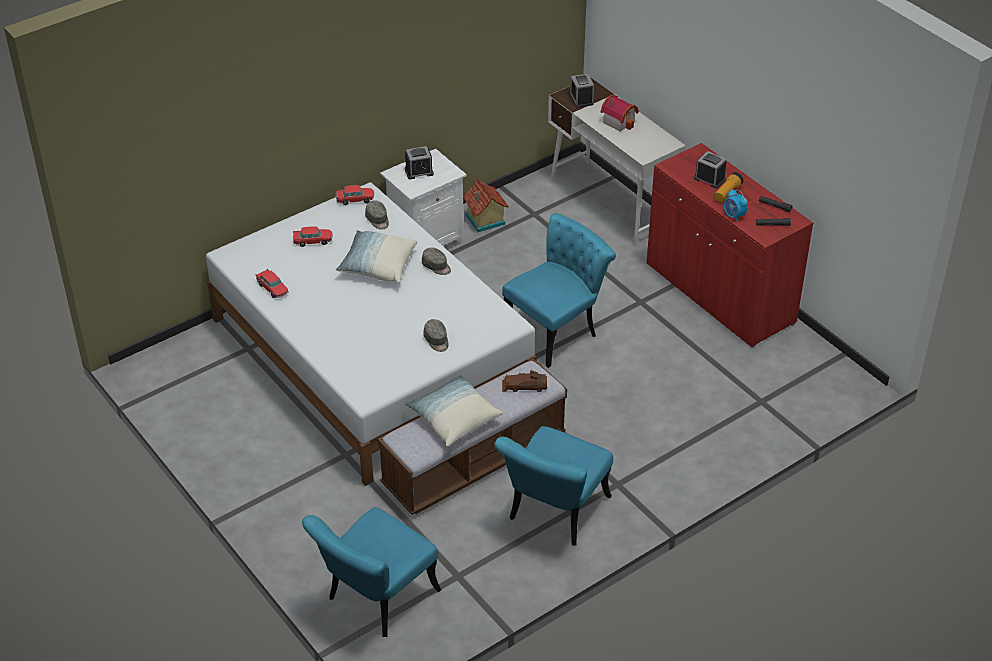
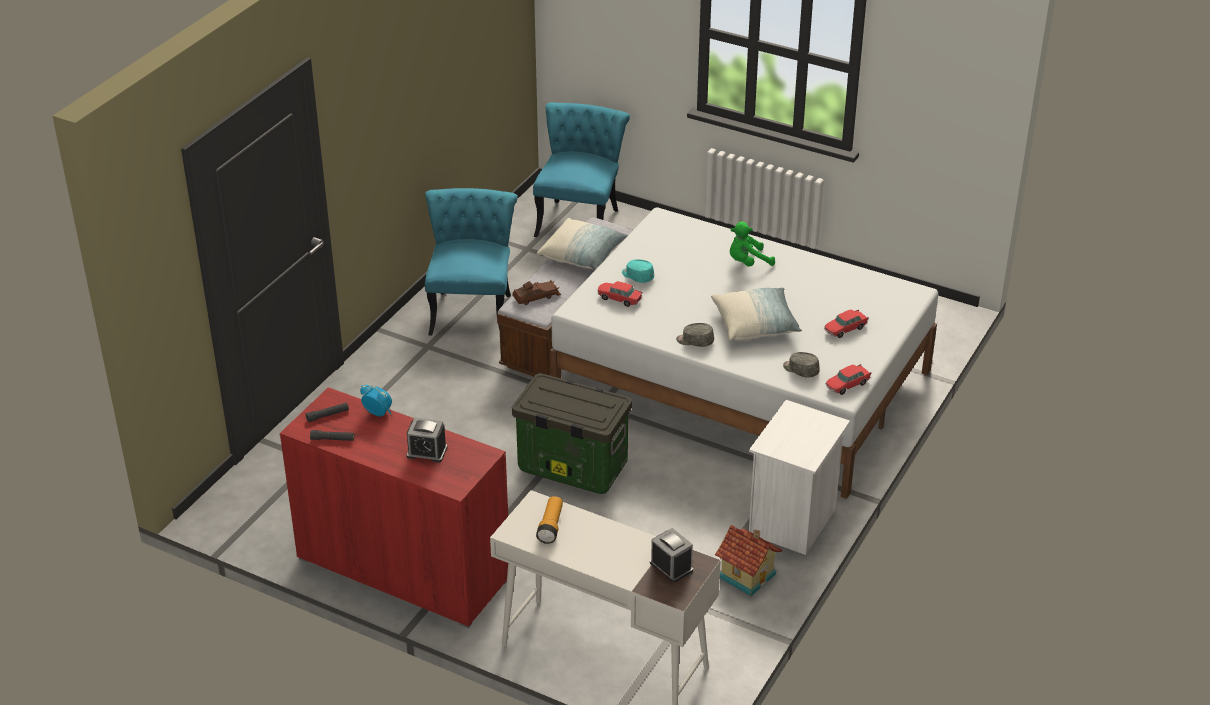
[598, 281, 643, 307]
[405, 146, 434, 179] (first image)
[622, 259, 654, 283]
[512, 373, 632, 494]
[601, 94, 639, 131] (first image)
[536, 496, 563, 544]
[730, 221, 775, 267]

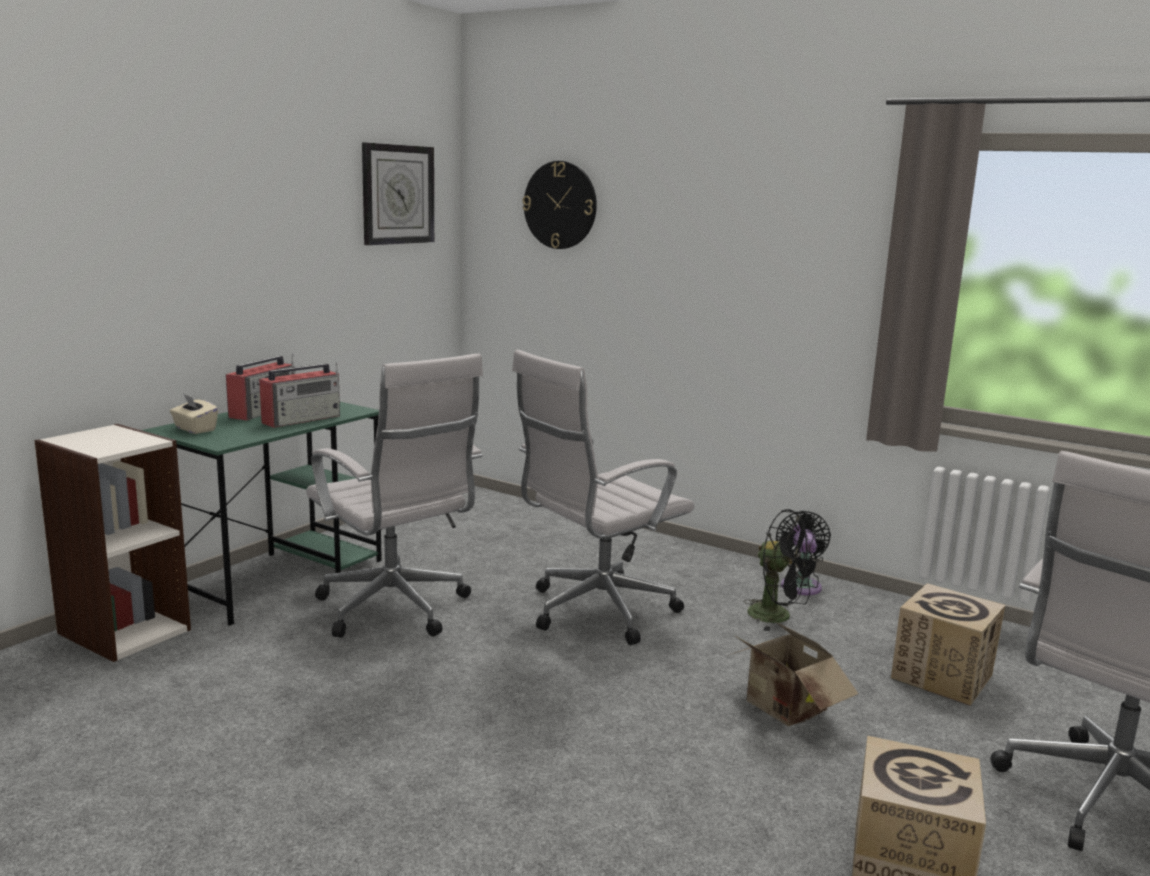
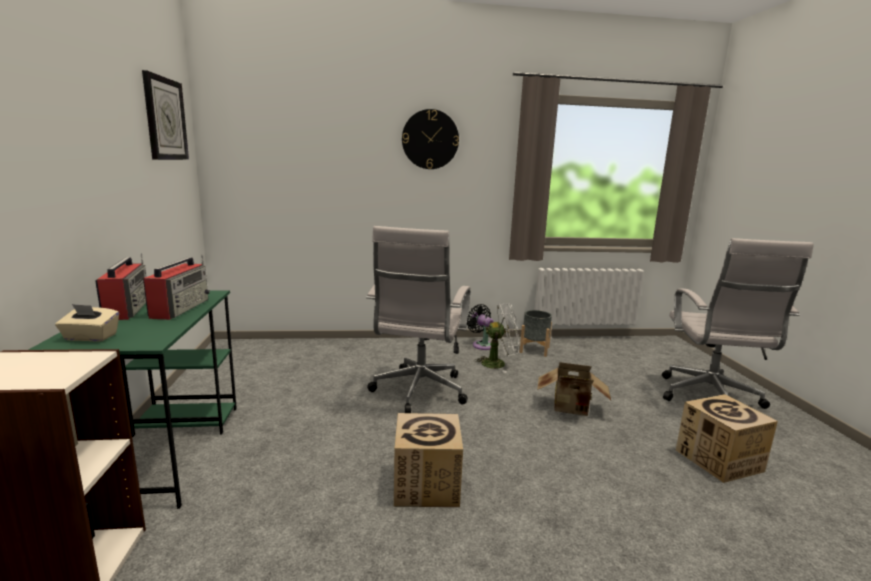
[306, 354, 483, 638] (first image)
[402, 109, 459, 169]
[474, 303, 519, 373]
[394, 413, 463, 507]
[520, 310, 552, 357]

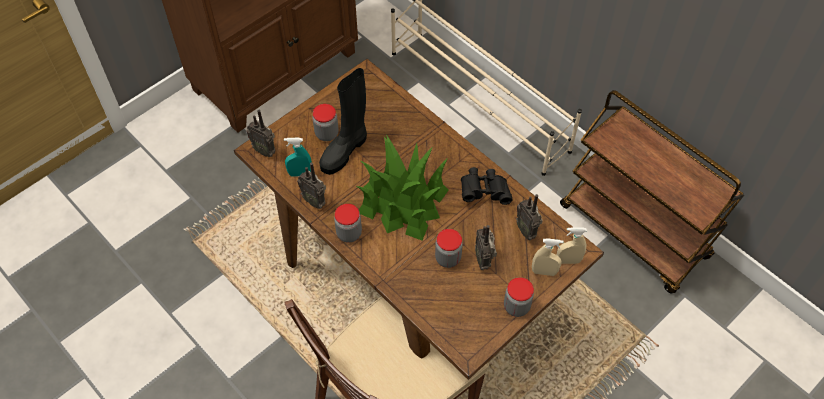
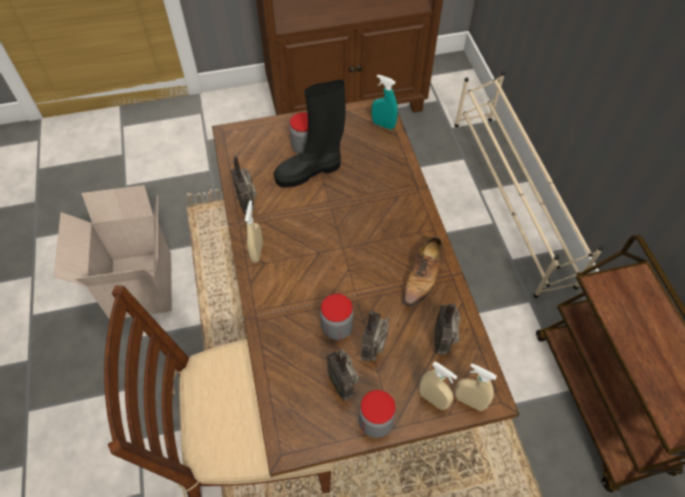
[326, 349, 359, 401]
[372, 75, 398, 130]
[245, 201, 263, 263]
[356, 135, 449, 241] (first image)
[402, 237, 444, 307]
[54, 185, 172, 320]

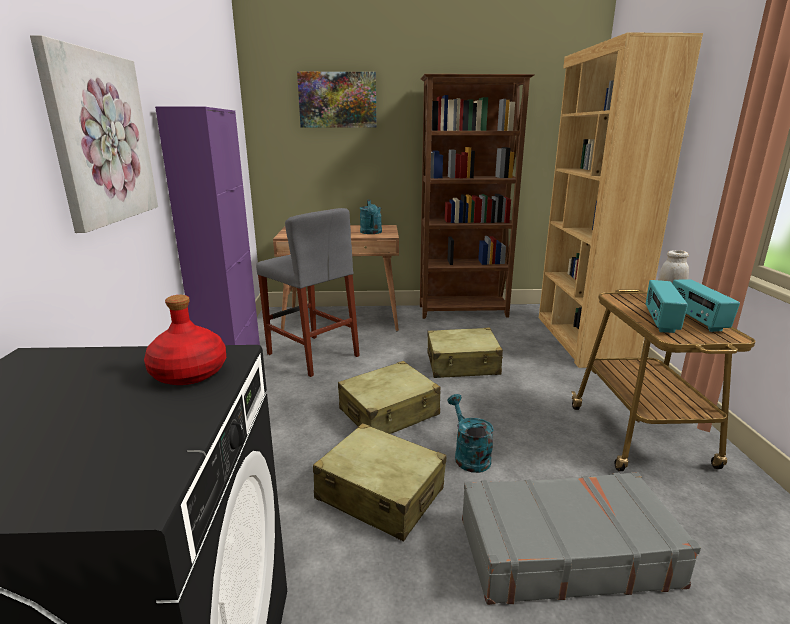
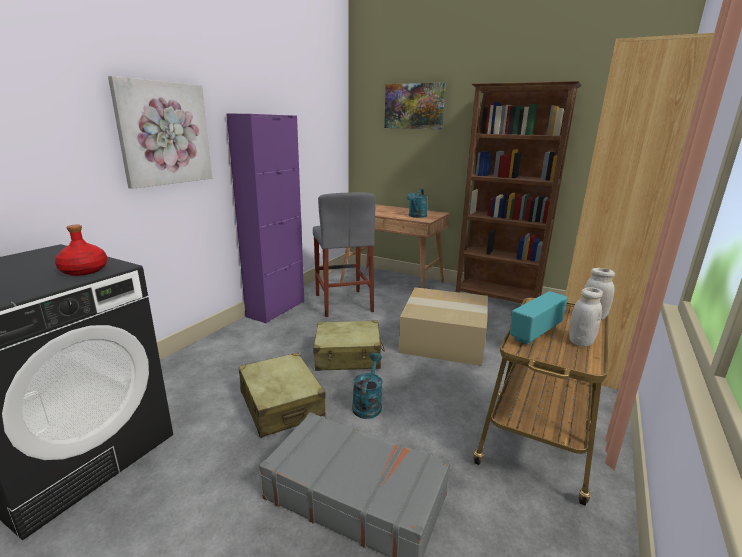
[398, 287, 488, 366]
[569, 287, 603, 347]

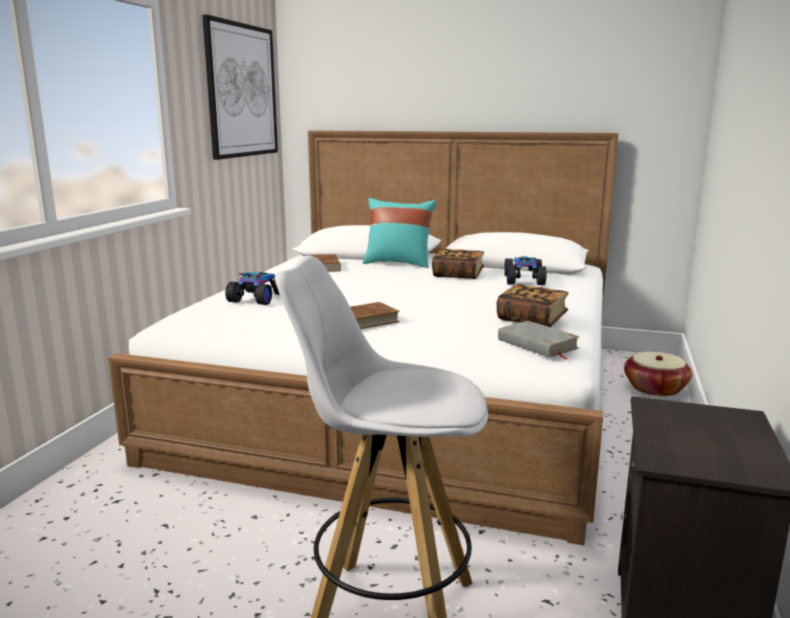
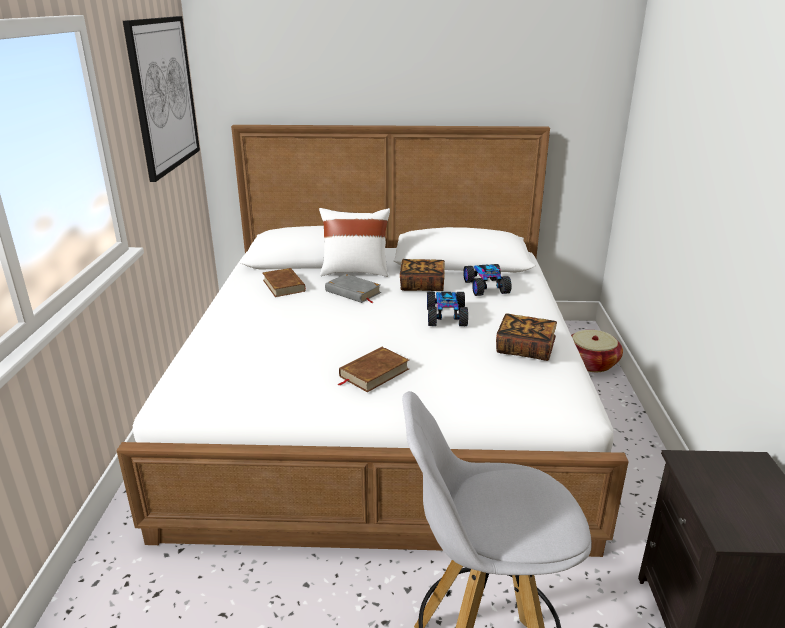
[427, 292, 468, 326]
[319, 208, 390, 277]
[325, 274, 381, 303]

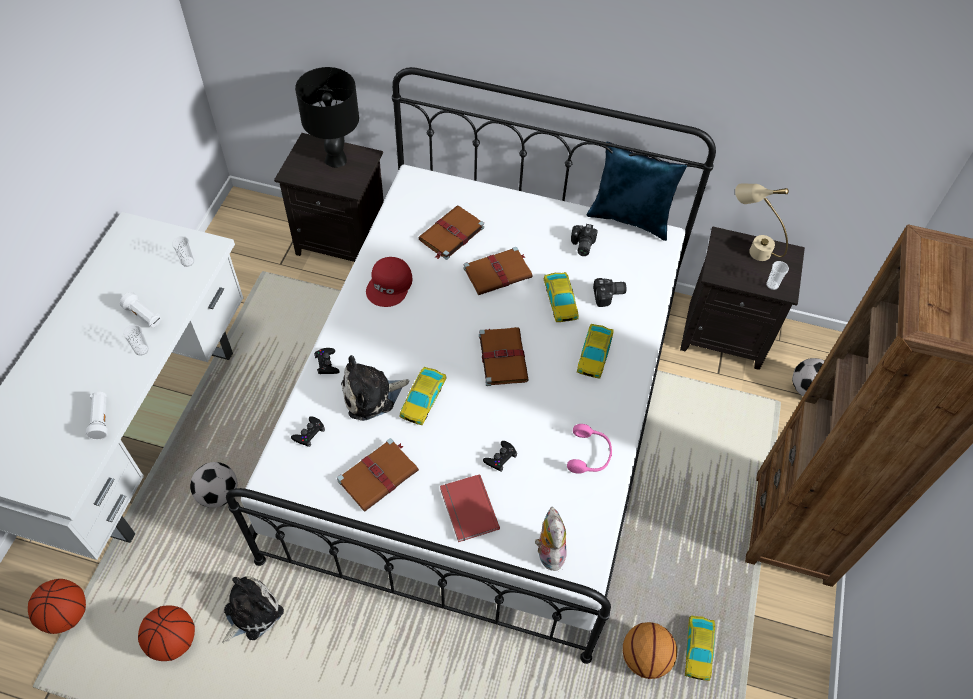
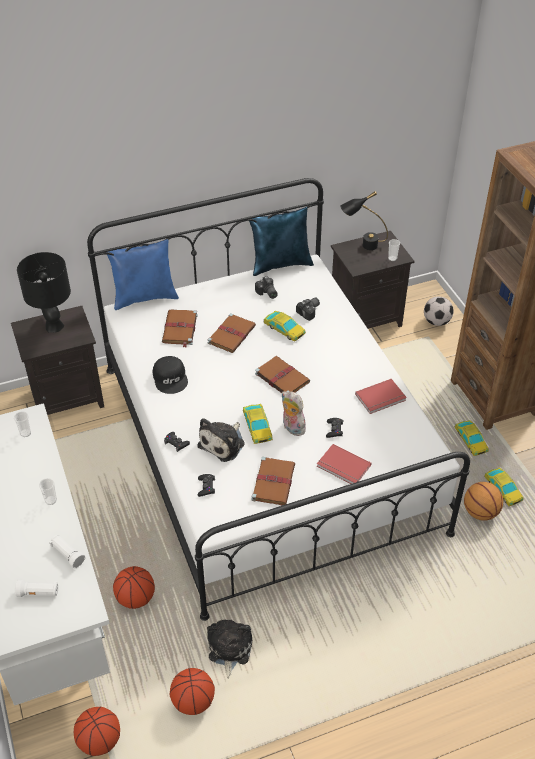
[15, 579, 58, 597]
[113, 566, 155, 609]
[153, 356, 188, 394]
[282, 391, 306, 436]
[355, 379, 407, 414]
[455, 420, 489, 456]
[341, 191, 388, 250]
[105, 239, 179, 310]

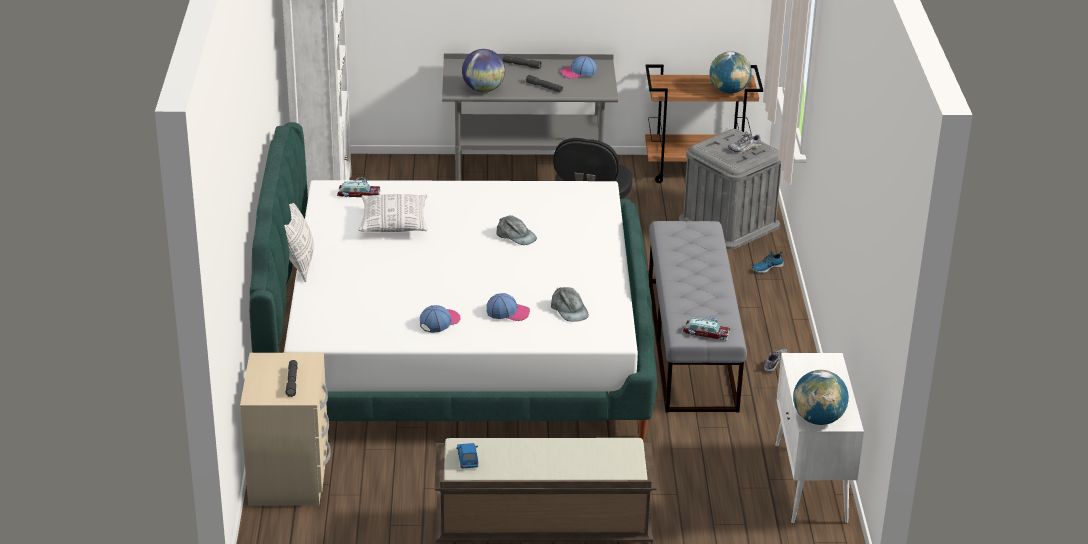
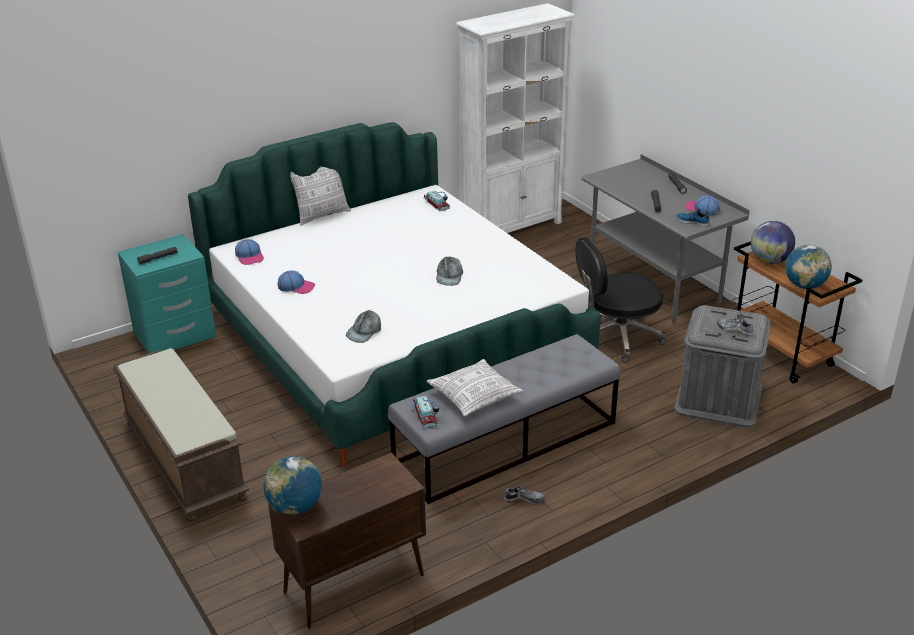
[118, 234, 216, 353]
[427, 359, 523, 417]
[456, 443, 478, 468] (first image)
[751, 221, 795, 264]
[235, 239, 264, 265]
[677, 207, 710, 227]
[268, 453, 426, 629]

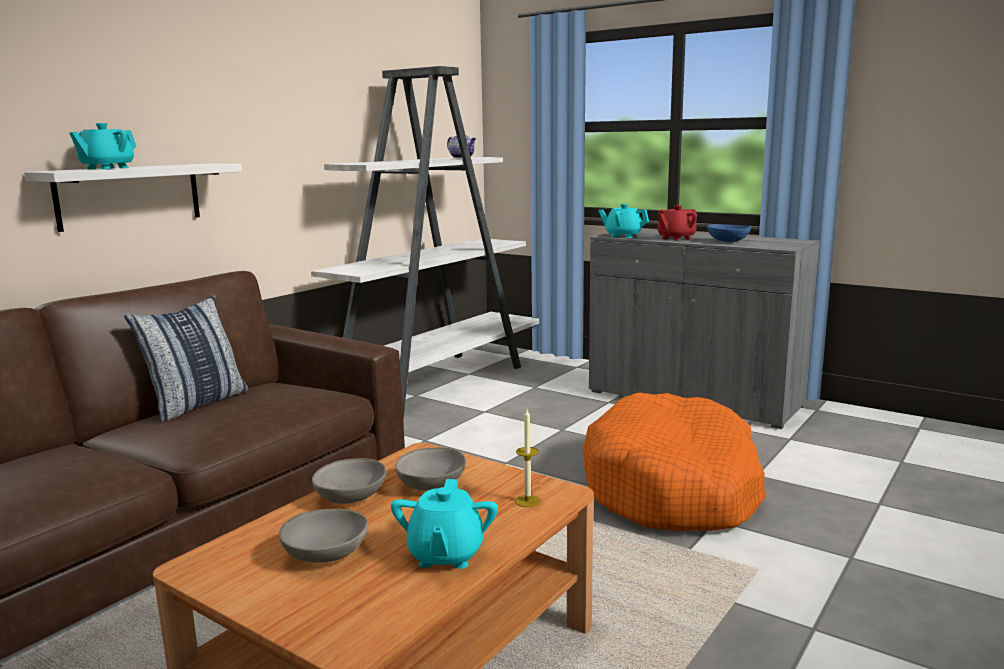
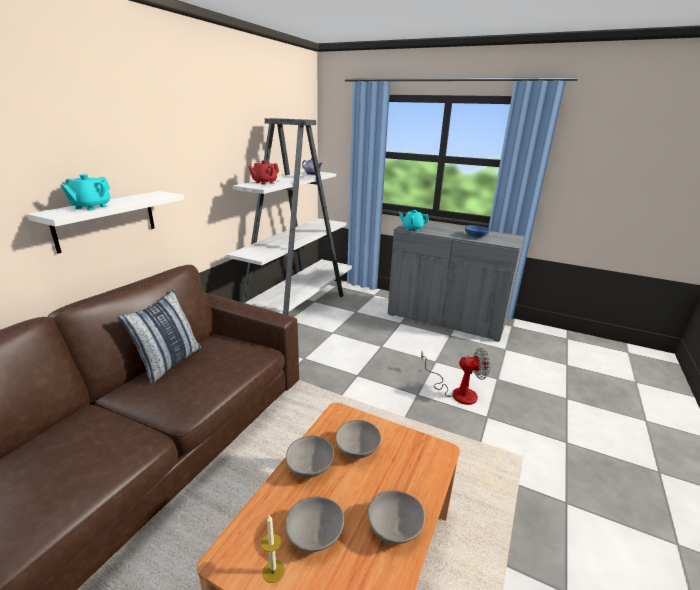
[368, 490, 425, 544]
[261, 515, 285, 583]
[421, 348, 490, 405]
[248, 160, 279, 184]

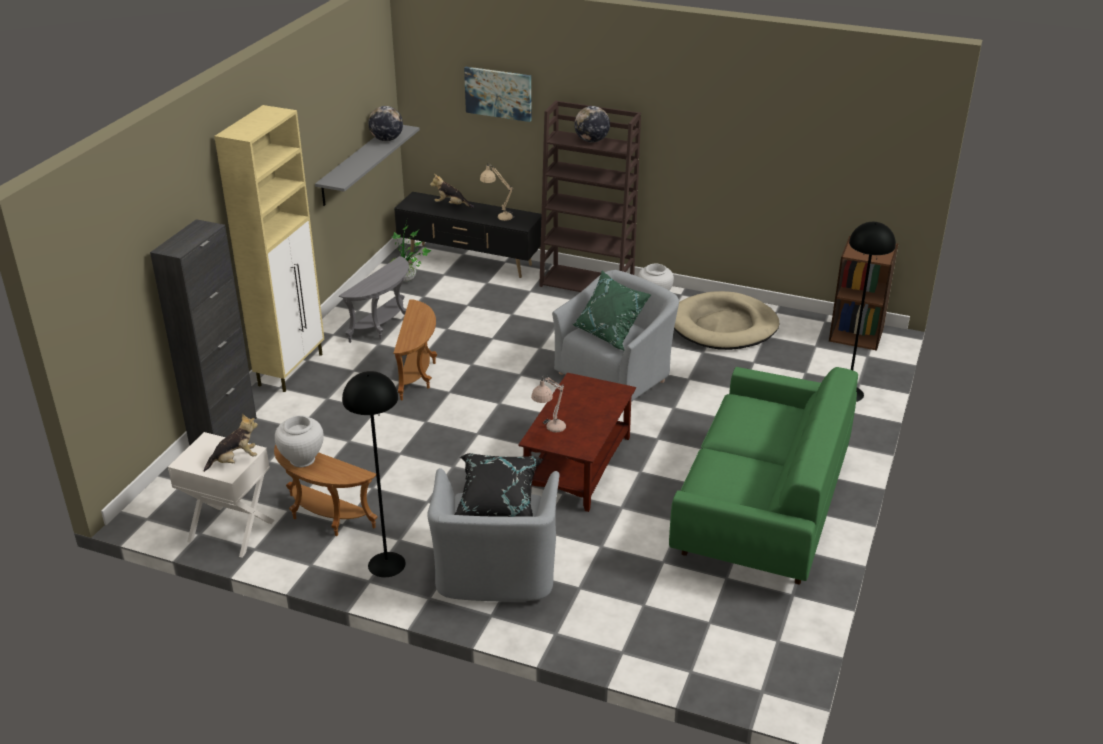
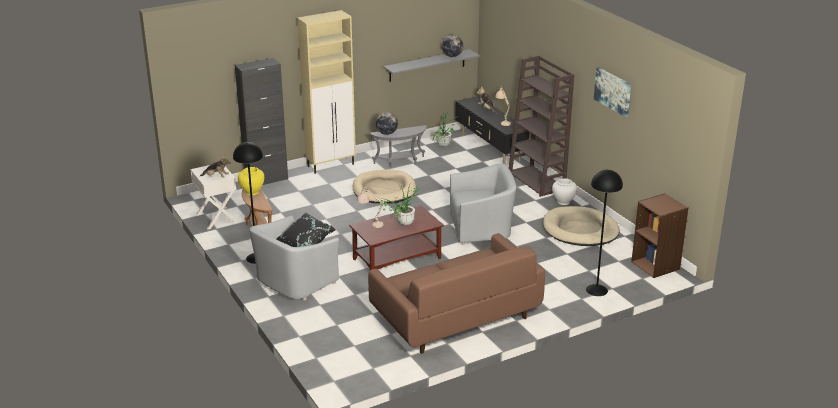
[238, 167, 264, 195]
[353, 169, 416, 204]
[594, 67, 631, 117]
[573, 271, 651, 350] (first image)
[376, 112, 398, 135]
[368, 233, 545, 354]
[379, 185, 420, 225]

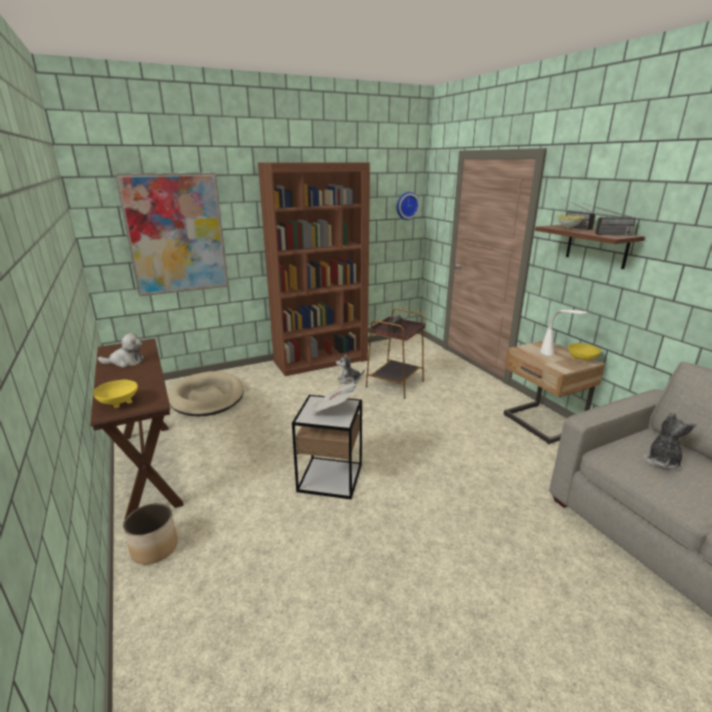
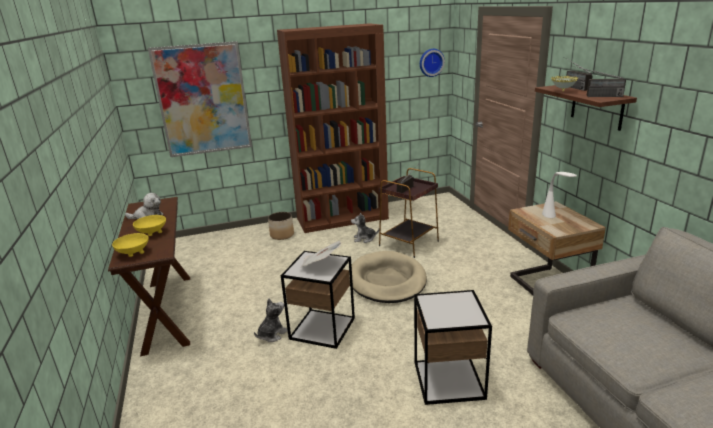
[268, 212, 294, 240]
[349, 251, 427, 303]
[133, 215, 166, 236]
[254, 298, 288, 342]
[414, 290, 492, 405]

